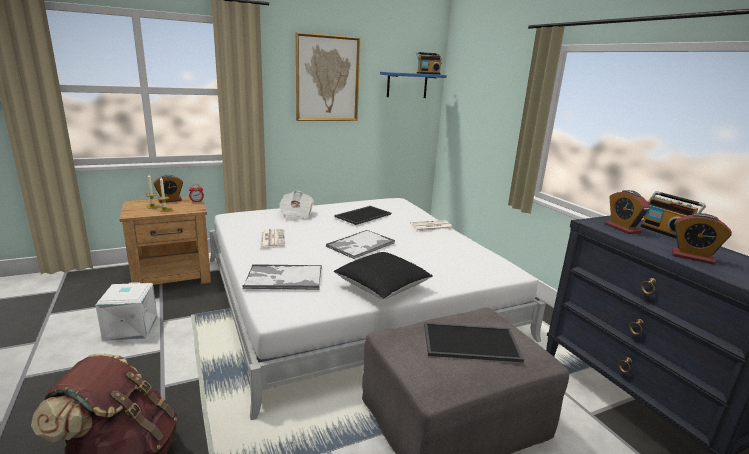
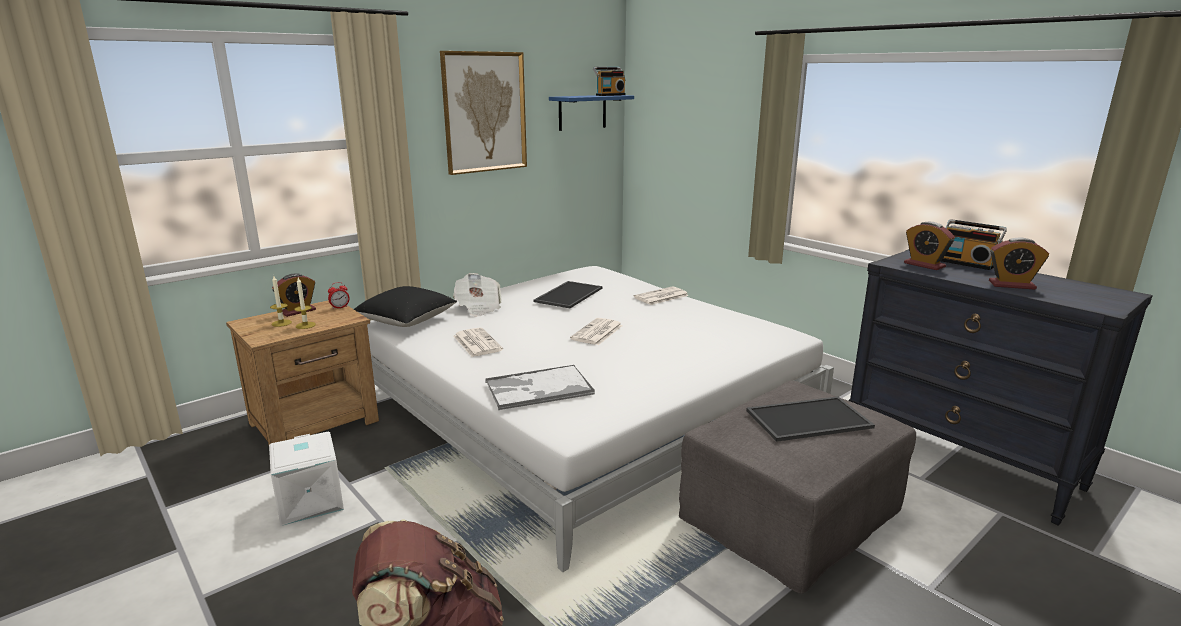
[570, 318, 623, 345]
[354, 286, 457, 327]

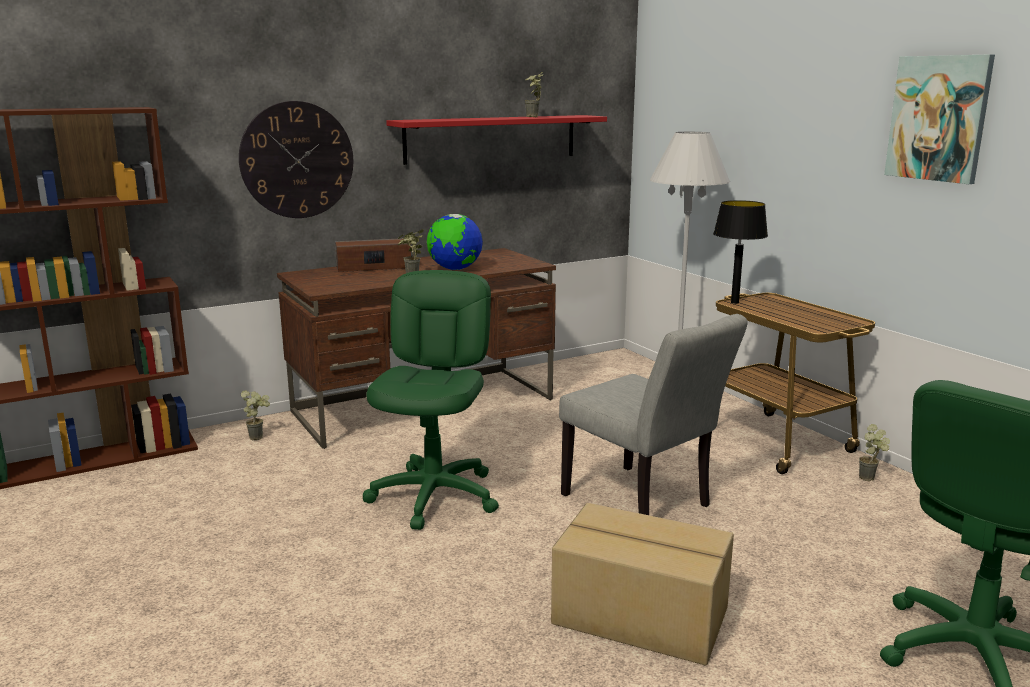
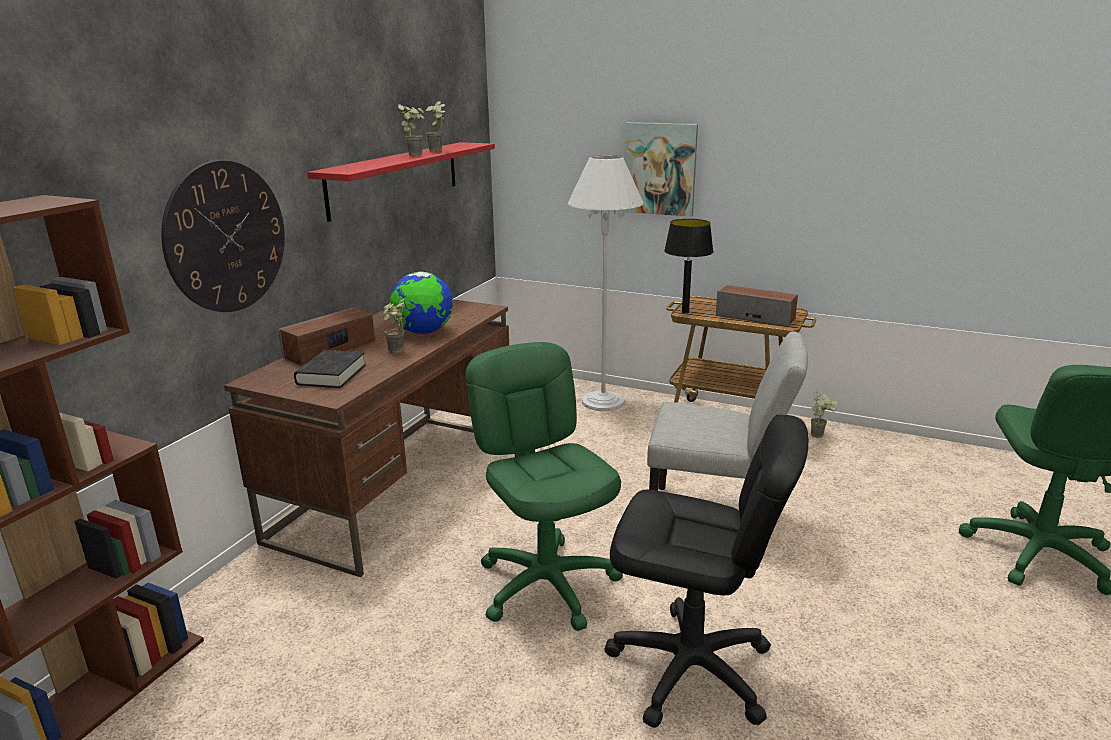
[398, 104, 425, 156]
[551, 503, 734, 665] (first image)
[625, 122, 698, 217]
[294, 350, 366, 388]
[604, 415, 809, 728]
[716, 285, 798, 327]

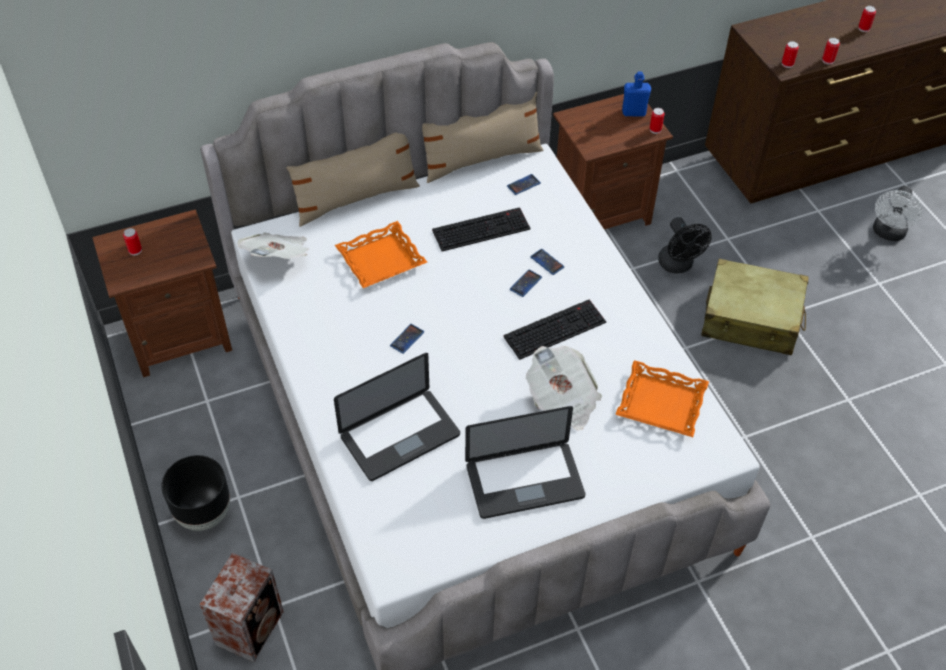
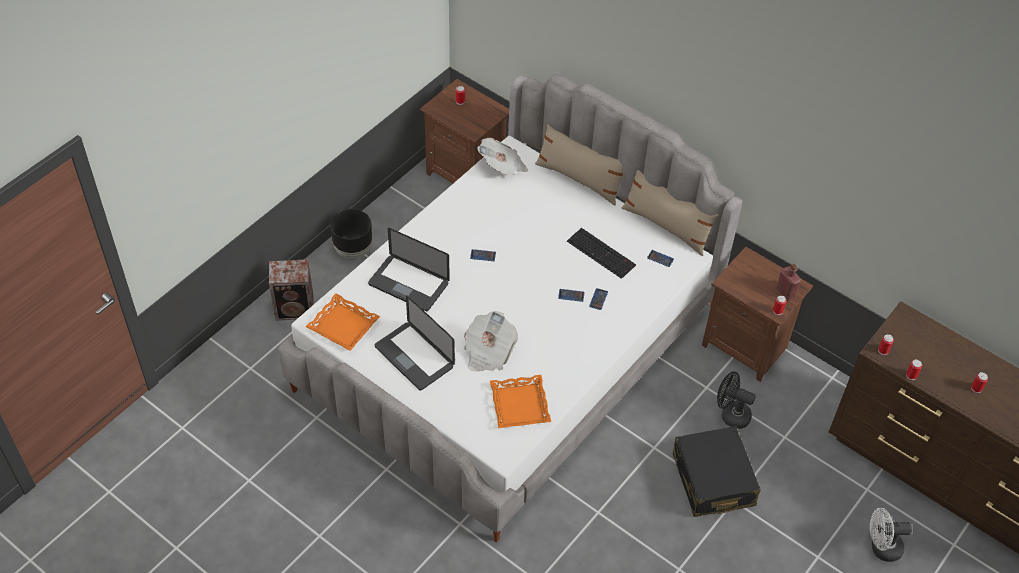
[306, 293, 380, 351]
[503, 299, 606, 360] (first image)
[776, 264, 801, 299]
[717, 371, 756, 429]
[673, 426, 761, 517]

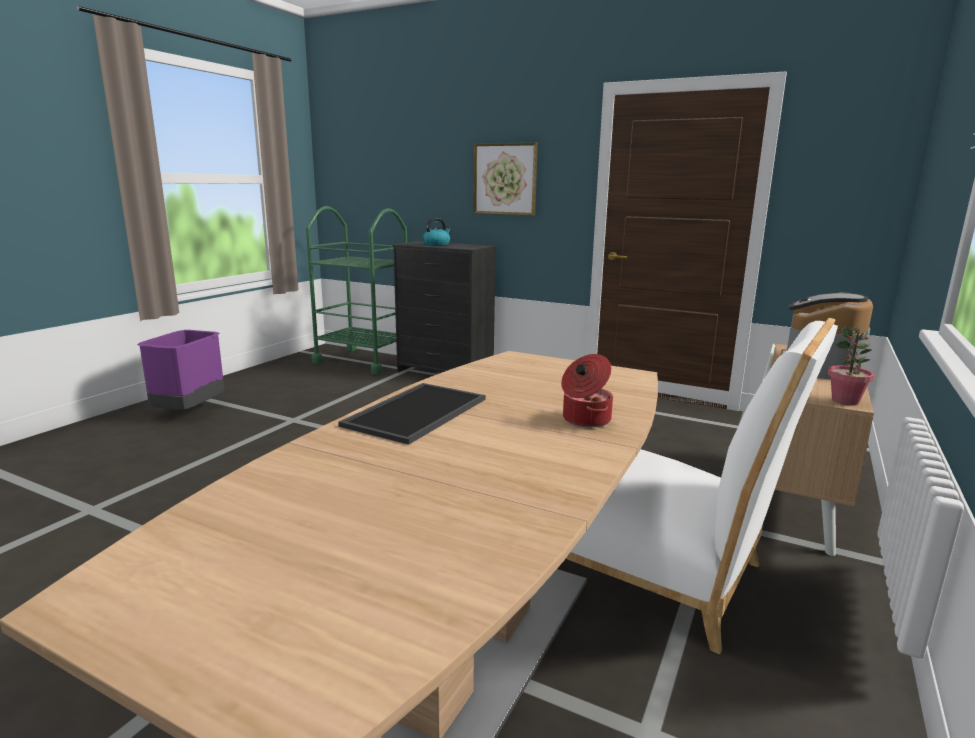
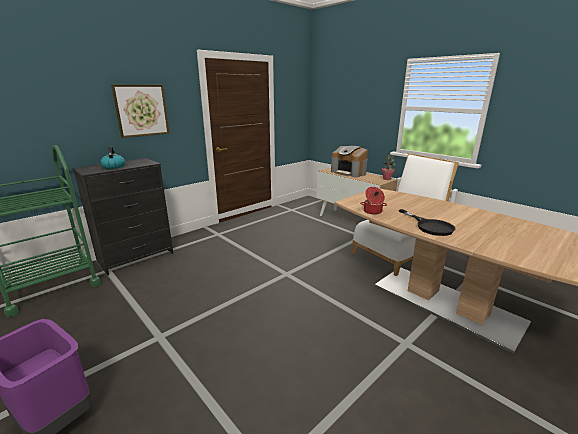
[399, 209, 455, 236]
[360, 187, 387, 215]

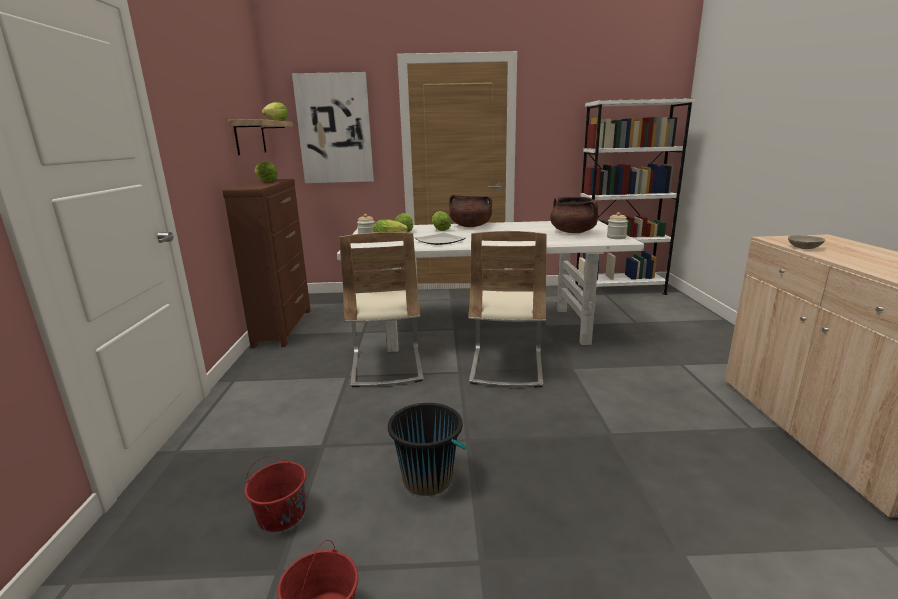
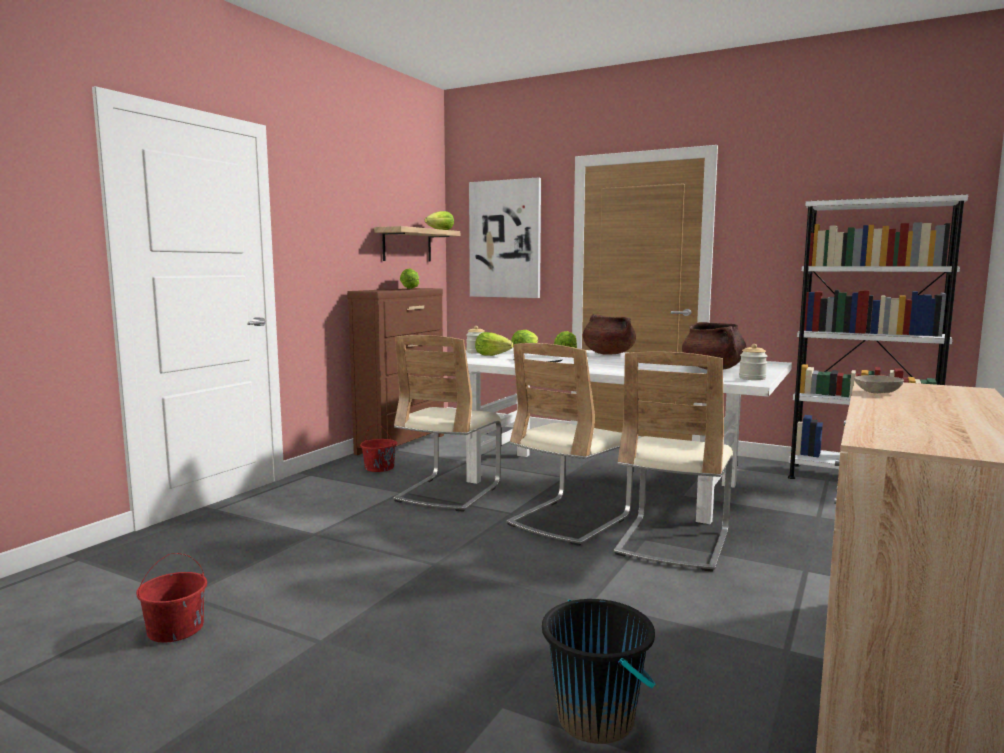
[360, 424, 397, 472]
[542, 599, 655, 744]
[614, 351, 733, 572]

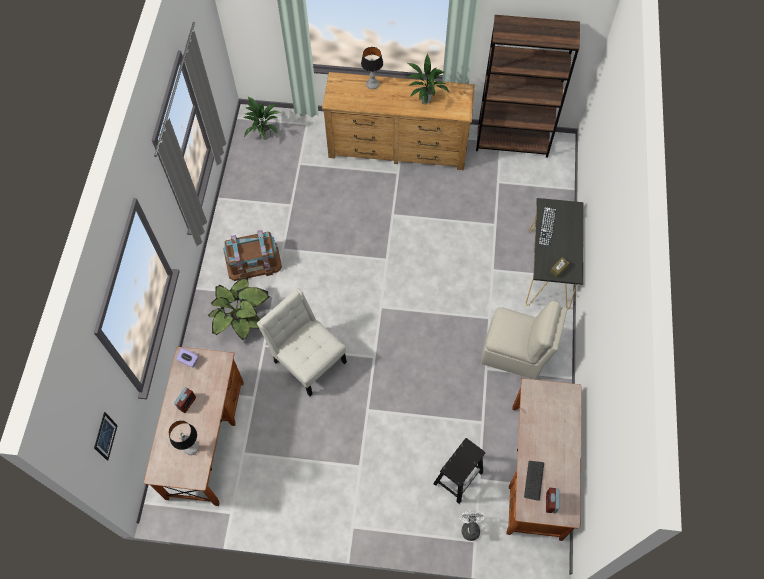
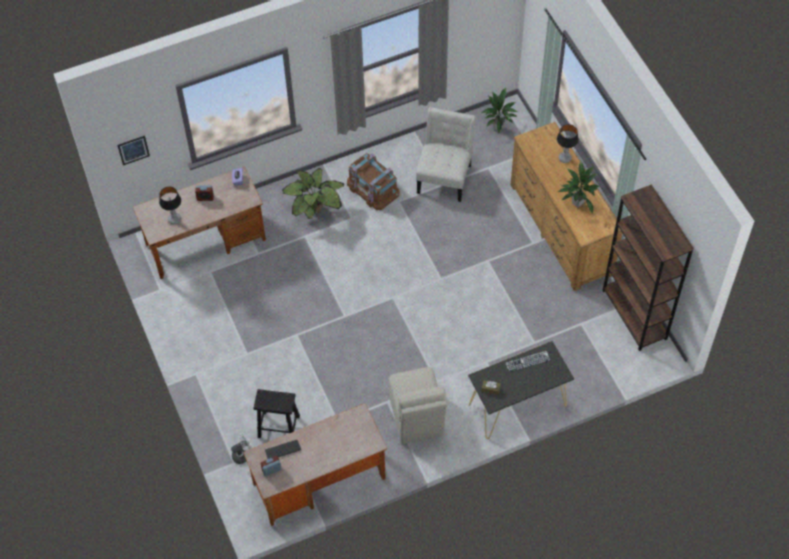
[416, 107, 476, 202]

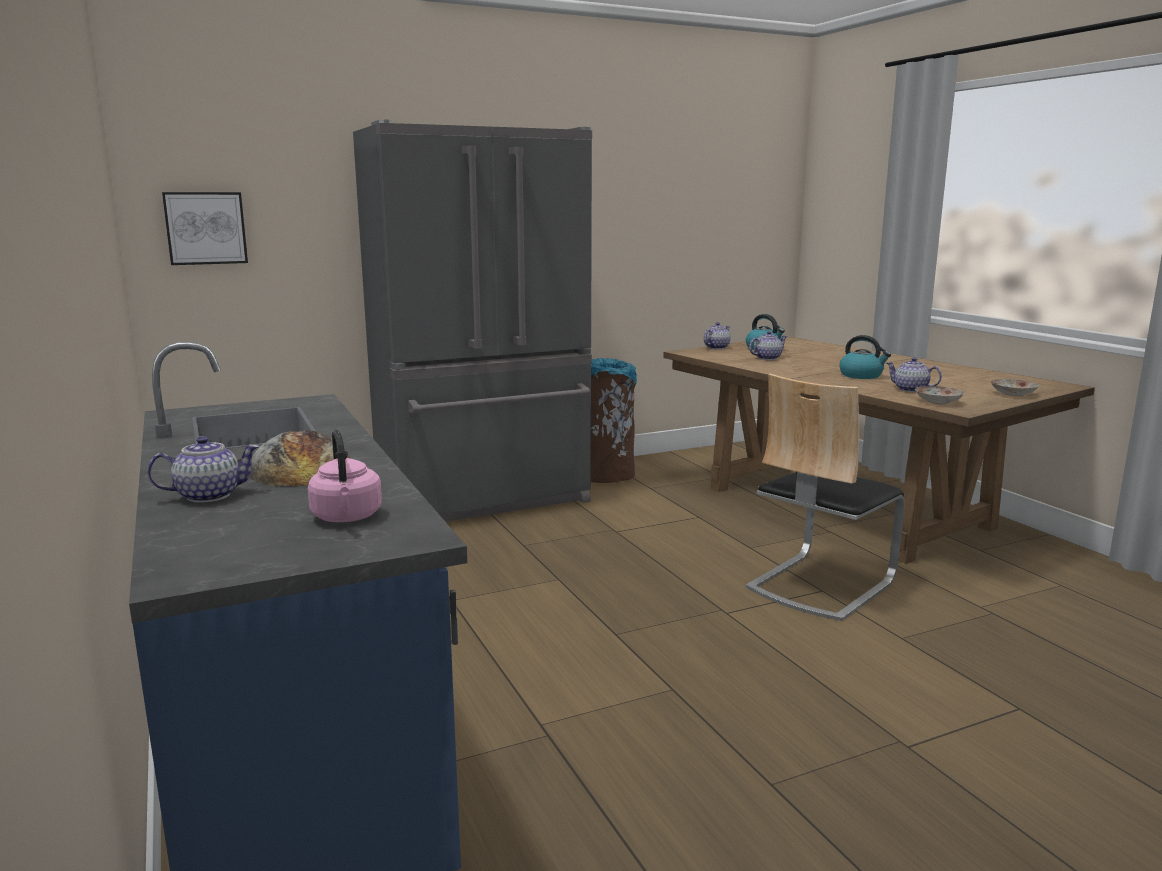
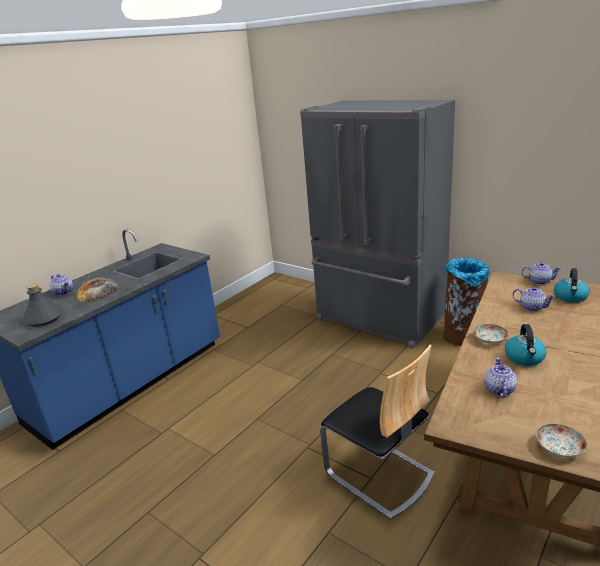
[162, 192, 248, 265] (first image)
[22, 283, 63, 327]
[320, 345, 435, 520]
[473, 324, 508, 344]

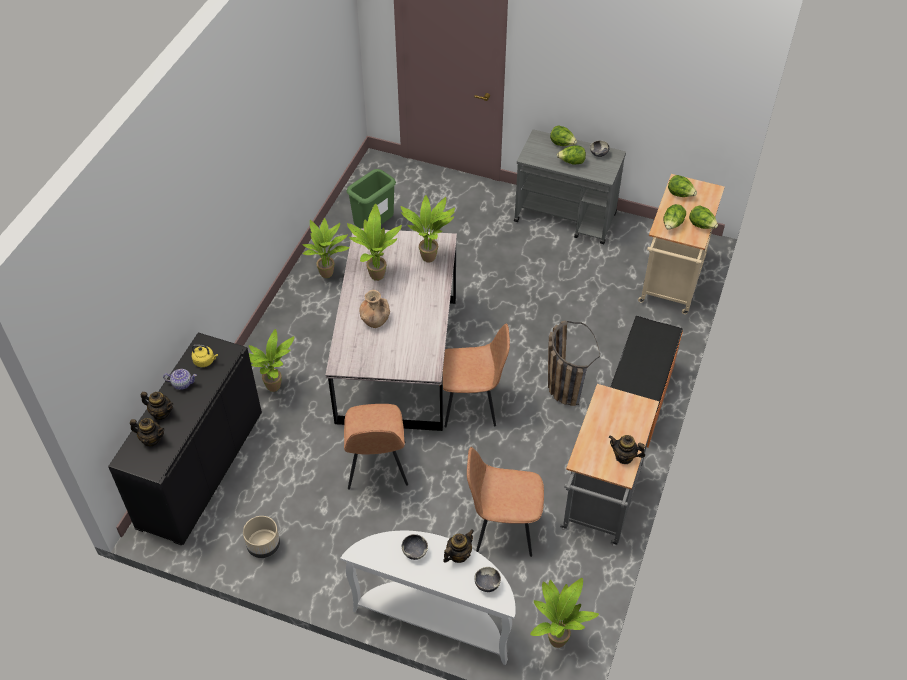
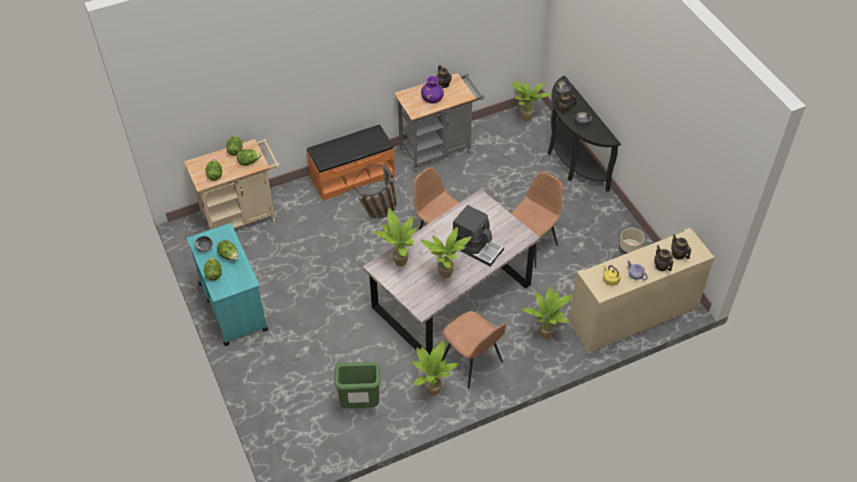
[569, 228, 715, 354]
[548, 76, 621, 192]
[453, 205, 504, 267]
[441, 311, 507, 388]
[187, 223, 268, 346]
[421, 76, 444, 104]

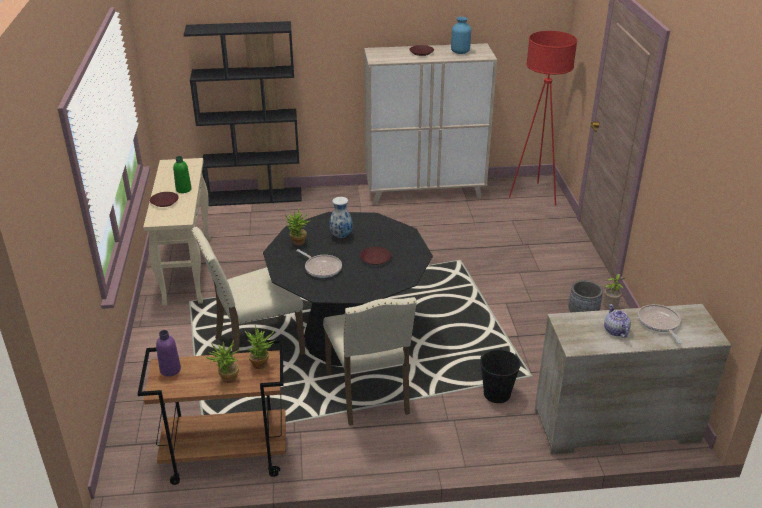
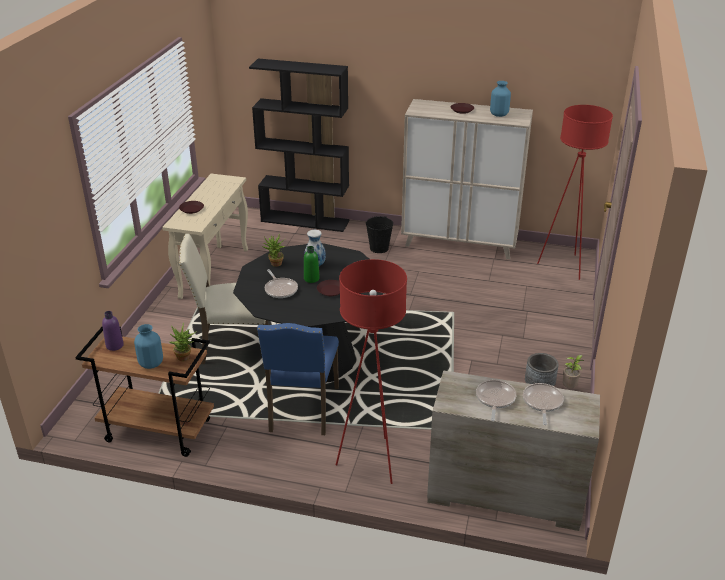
[304, 246, 320, 283]
[134, 324, 163, 369]
[257, 323, 339, 435]
[366, 216, 393, 253]
[476, 380, 516, 421]
[336, 259, 407, 484]

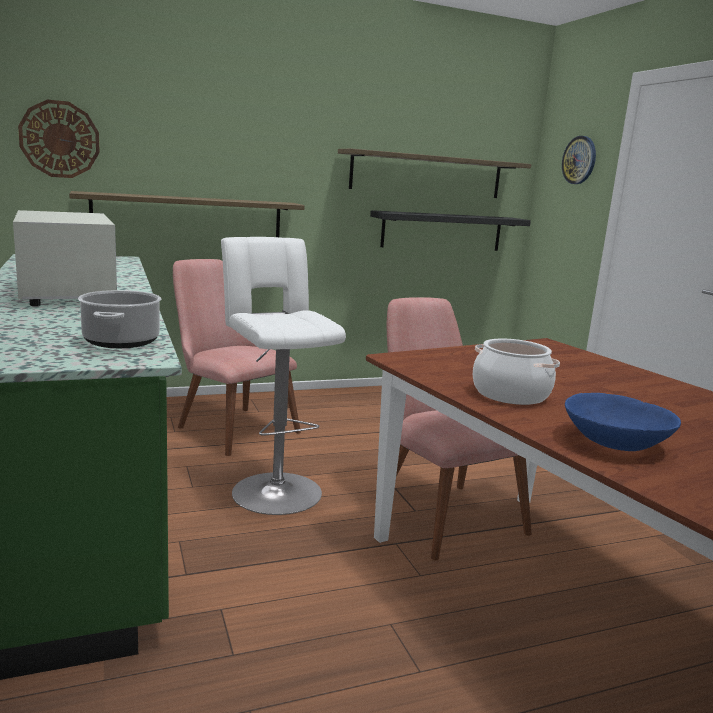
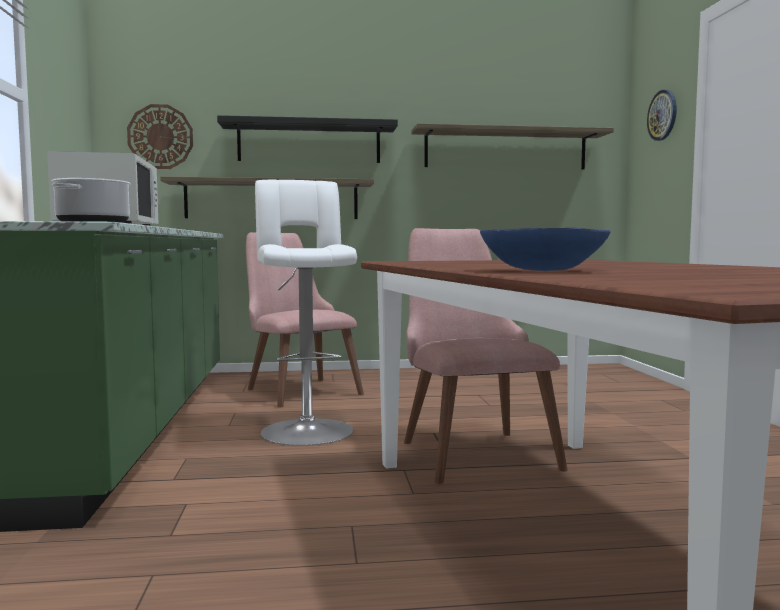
[217, 115, 398, 163]
[473, 339, 560, 405] (first image)

